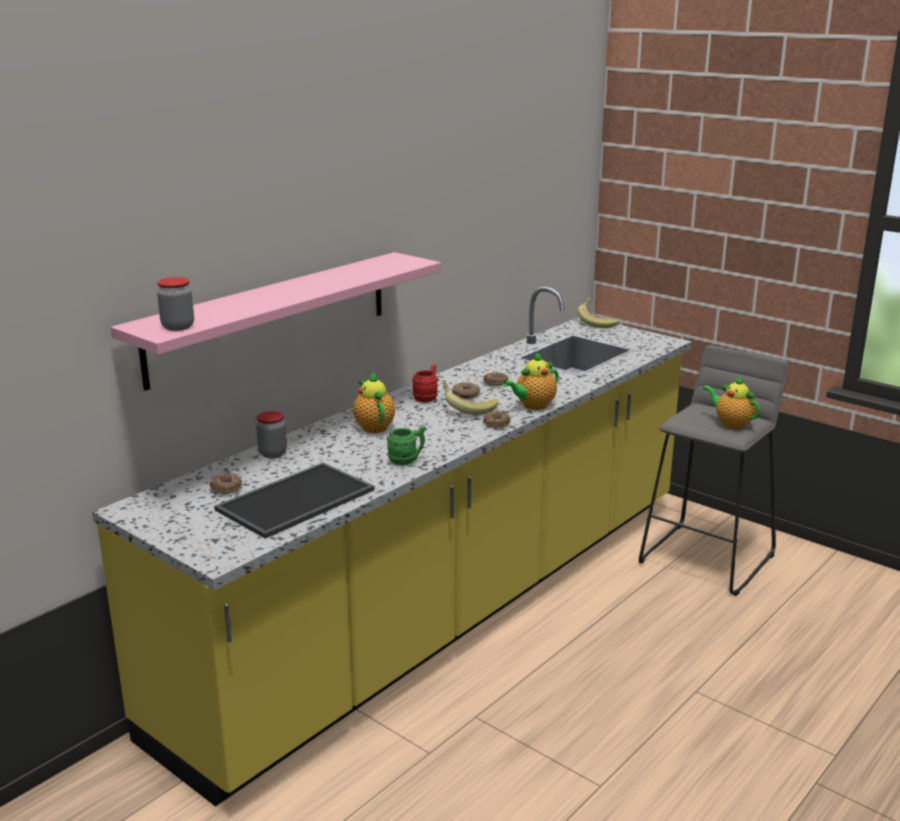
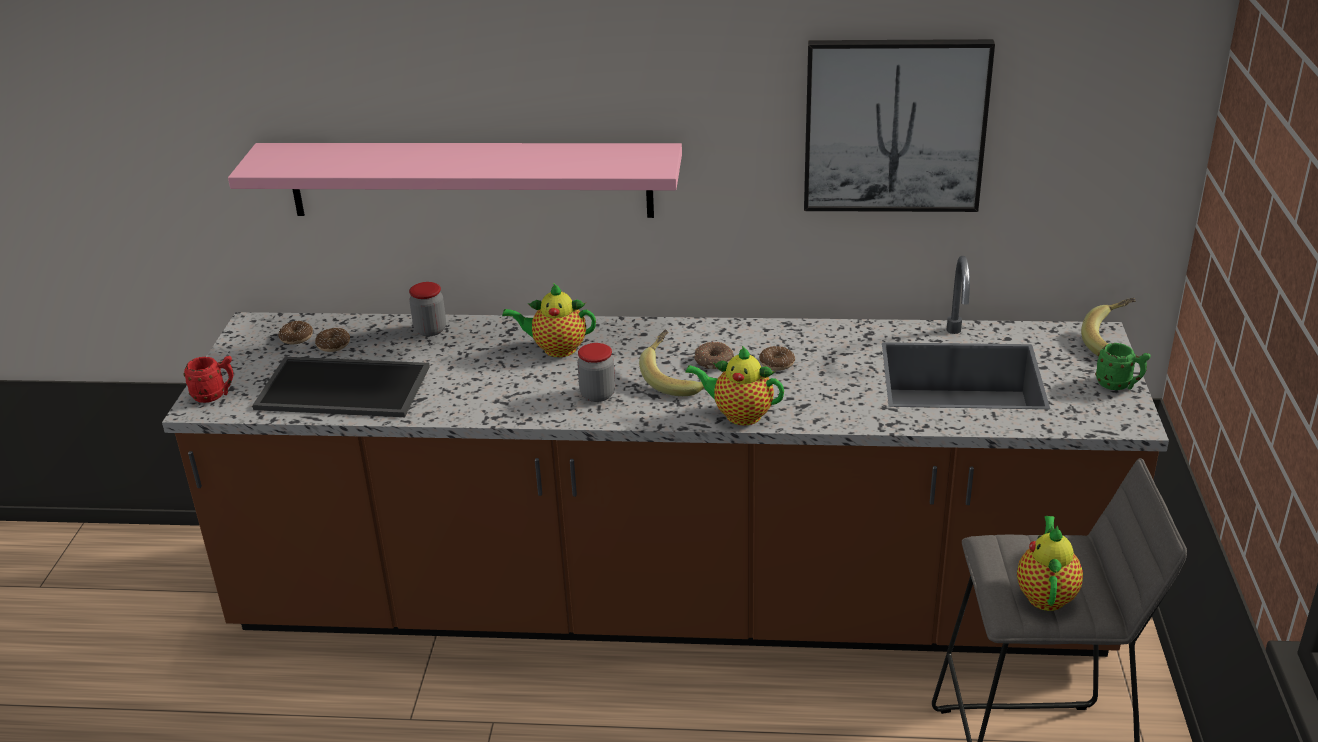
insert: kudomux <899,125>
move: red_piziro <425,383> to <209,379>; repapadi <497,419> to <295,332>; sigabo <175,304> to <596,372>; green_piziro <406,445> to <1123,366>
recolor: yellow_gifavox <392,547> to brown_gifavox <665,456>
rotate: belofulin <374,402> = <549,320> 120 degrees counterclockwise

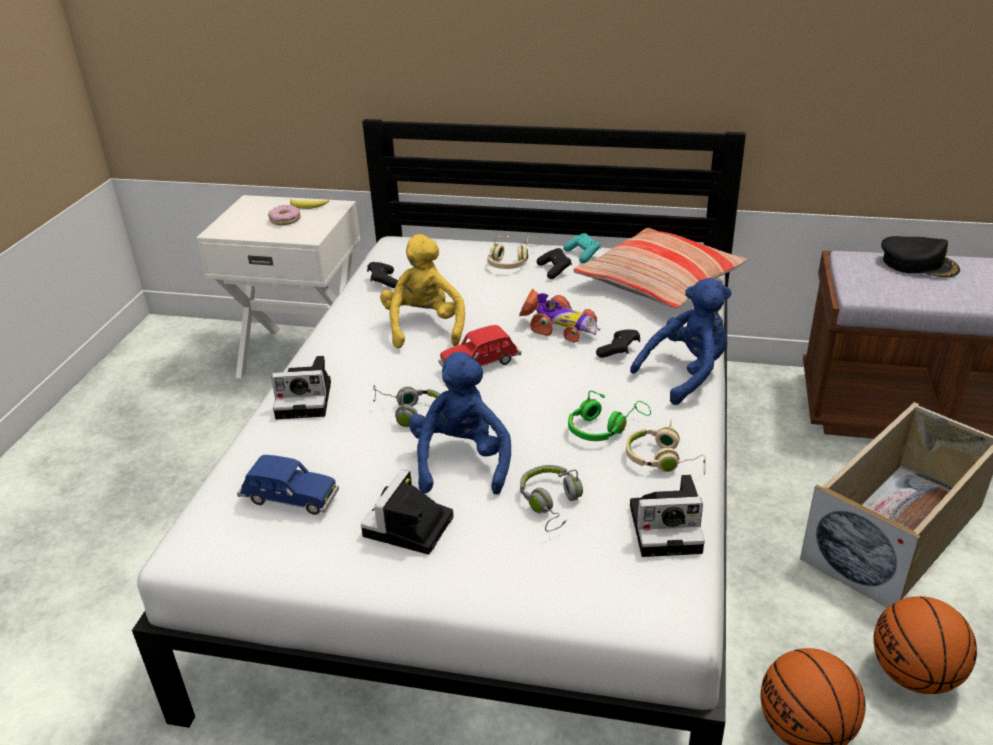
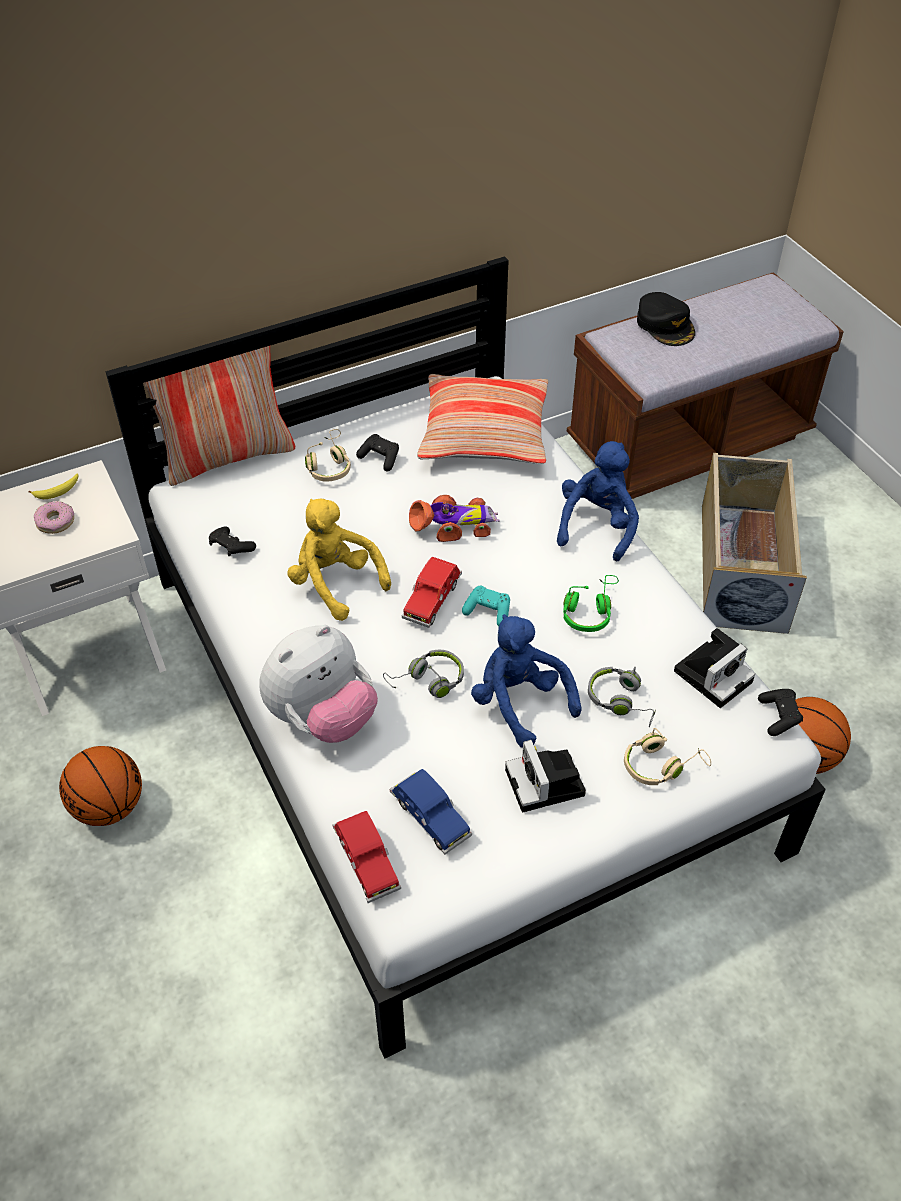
insert: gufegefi <219,416>; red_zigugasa <367,857>
move: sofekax <925,645> to <100,786>; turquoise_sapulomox <582,248> to <486,606>; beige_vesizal <666,447> to <667,756>; black_sapulomox <618,343> to <780,712>
replace: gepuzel <301,388> to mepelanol <318,684>
rotate: blue_zigugasa <288,485> = <431,812> 75 degrees clockwise; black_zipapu <920,256> = <666,319> 75 degrees clockwise

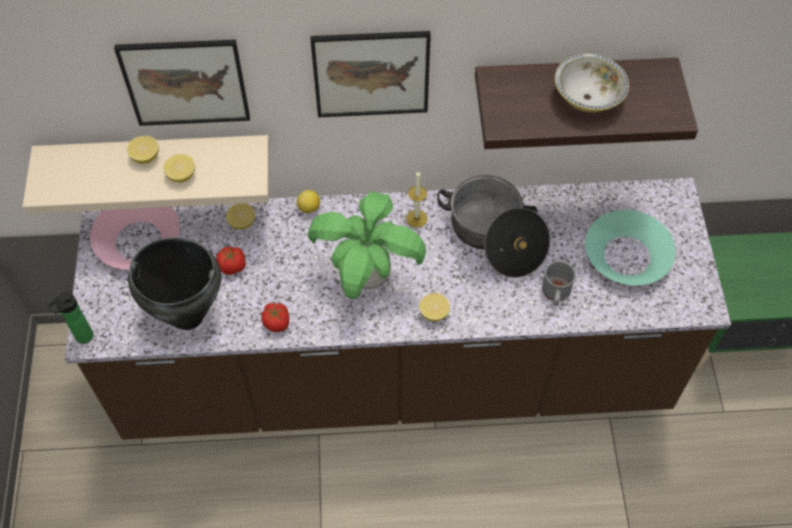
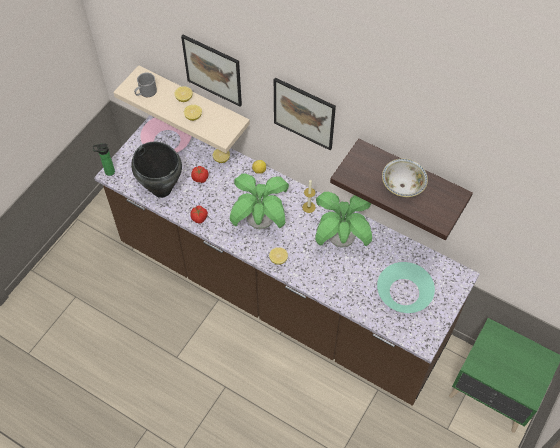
move: grey_piziro <559,283> to <145,85>
replace: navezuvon <493,226> to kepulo <343,219>

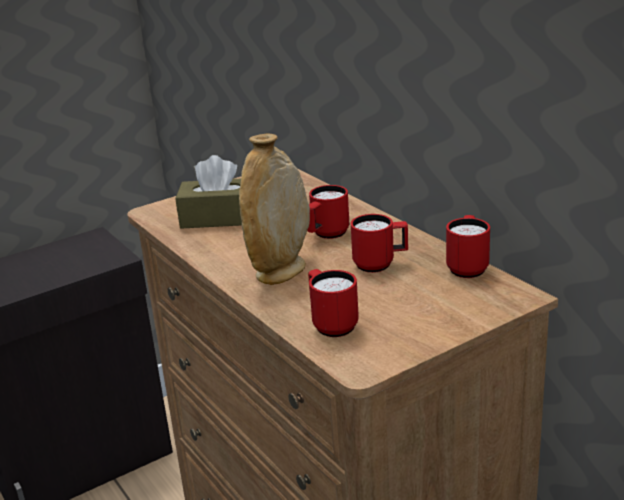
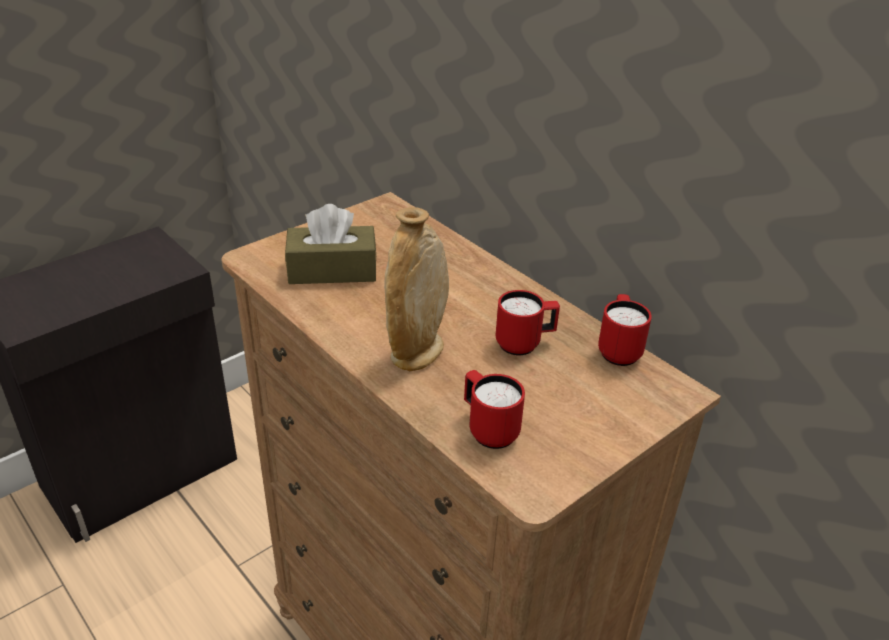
delete: red_piziro <328,212>

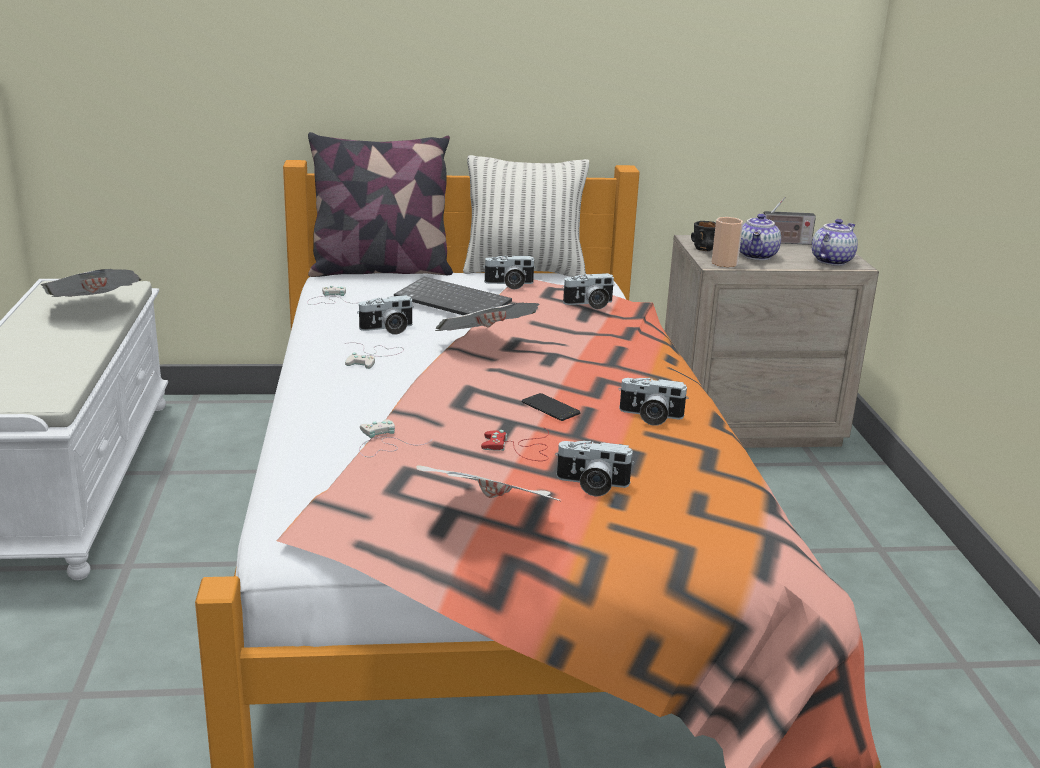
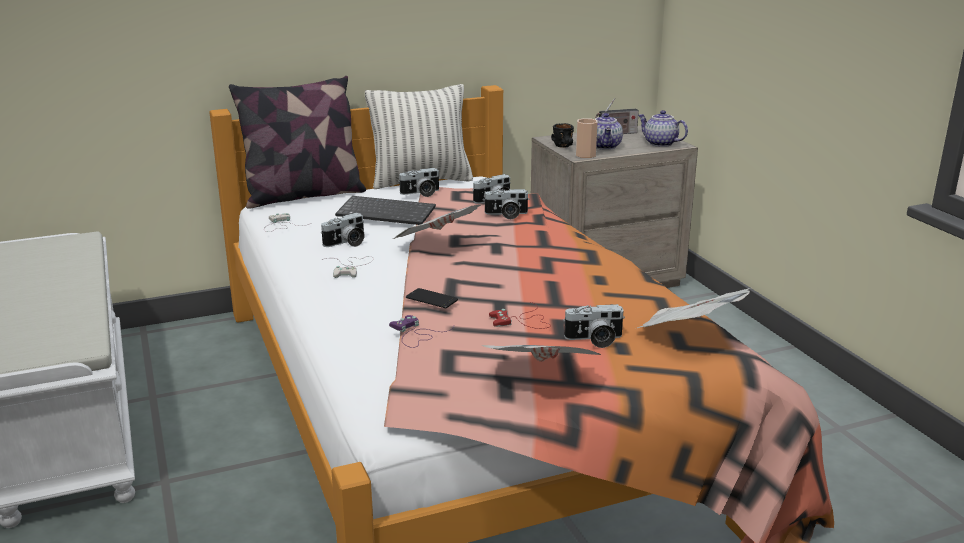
move: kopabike <550,407> to <432,298>; gepuzel <654,402> to <506,204>; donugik <91,283> to <693,308>
recolor: white_sapulomox <395,438> to purple_sapulomox <421,331>
rotate: belofulin <835,242> = <663,128> 75 degrees counterclockwise

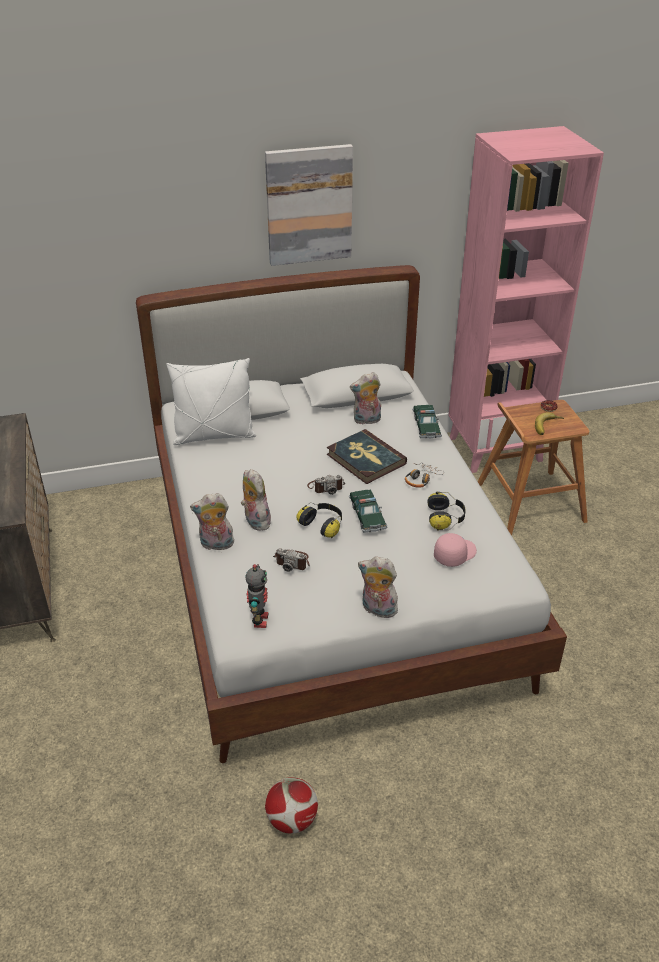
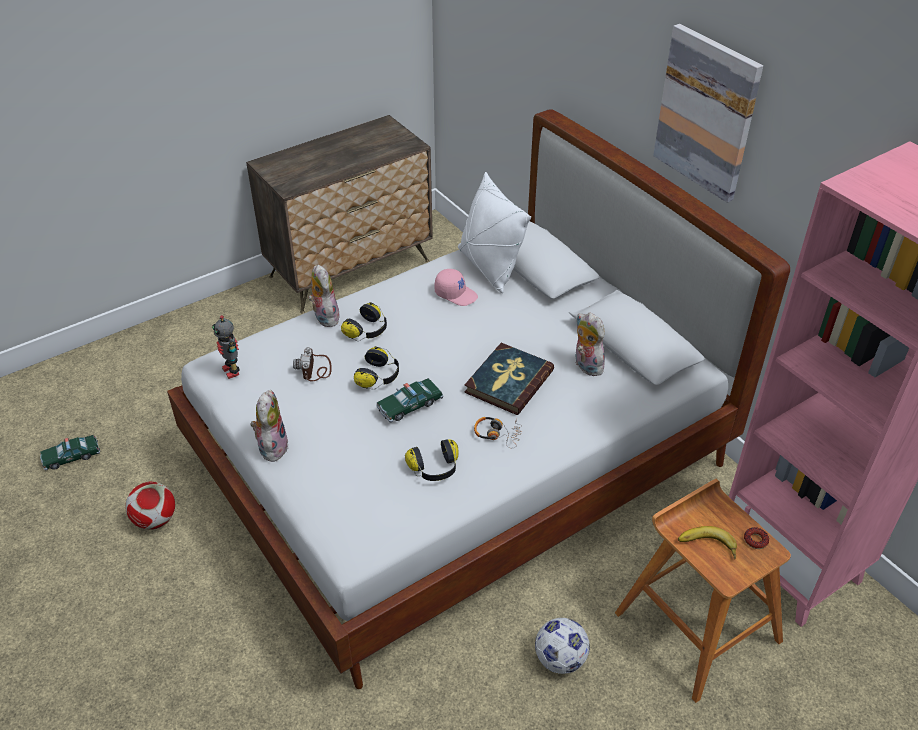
delete: gepuzel <326,485>
insert: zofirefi <562,646>
move: zigugasa <427,421> to <70,453>; pink_zipapu <455,550> to <456,287>
replace: mepelanol <256,500> to vesizal <364,321>
rotate: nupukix <257,596> = <225,347> 75 degrees clockwise

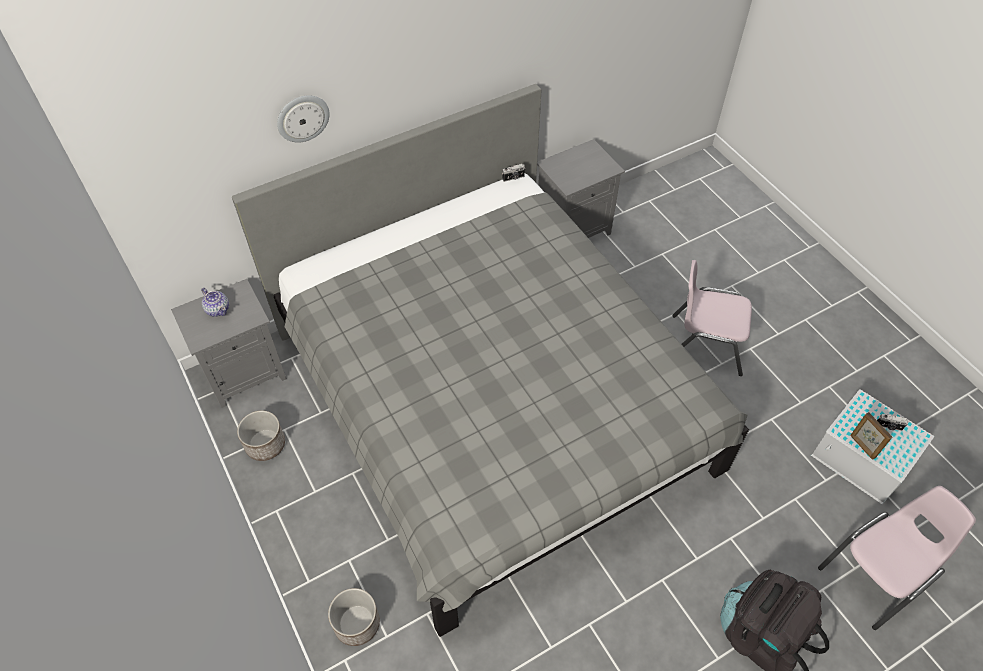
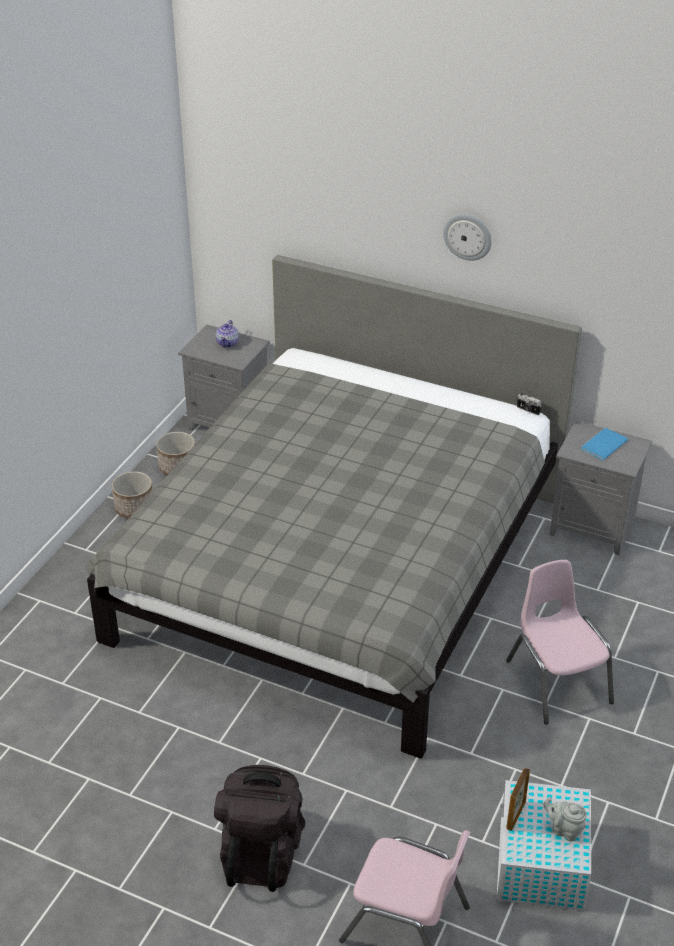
insert: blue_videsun <604,444>
move: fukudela <354,617> to <132,495>; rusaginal <303,119> to <467,237>
replace: gepuzel <893,422> to grey_belofulin <565,819>

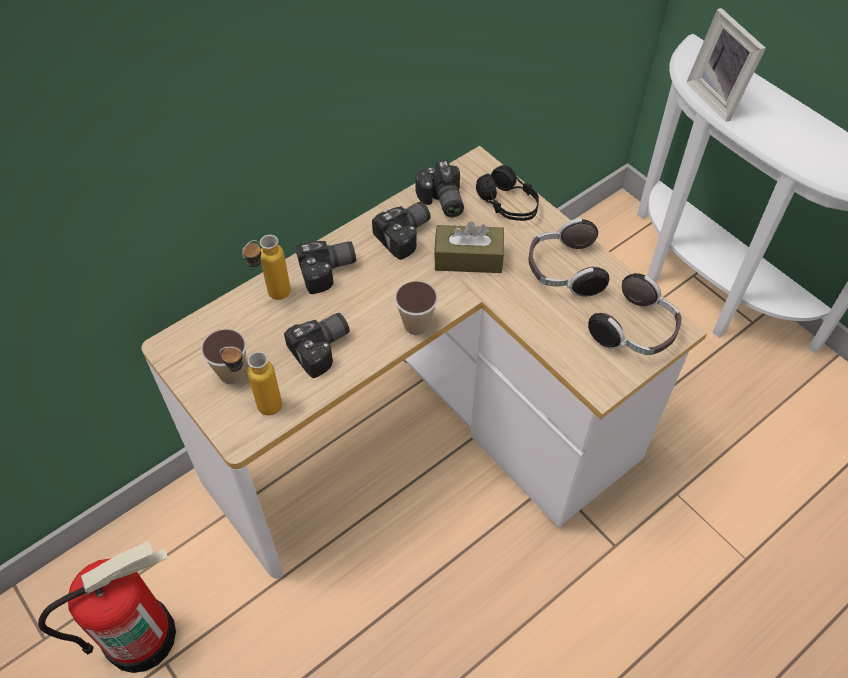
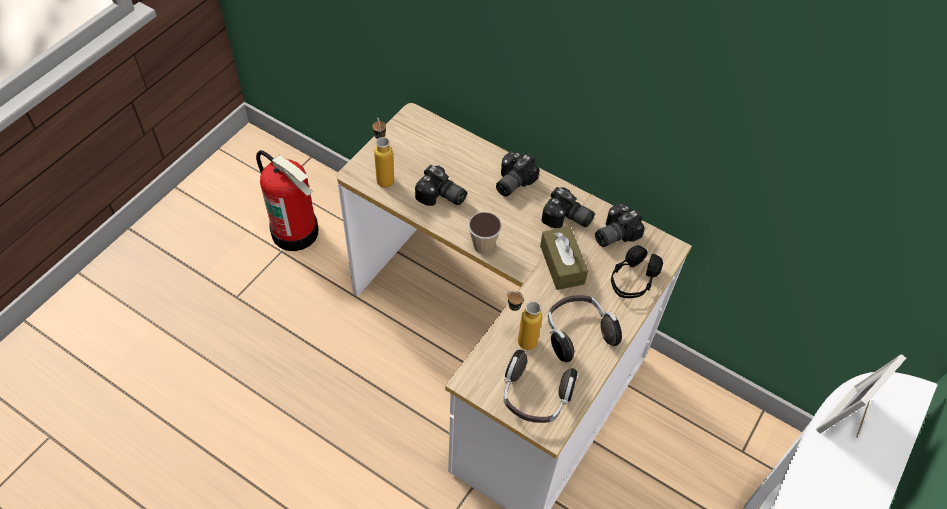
delete: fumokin <224,356>
move: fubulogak <266,267> to <524,320>
rotate: gepuzel <325,267> = <518,174> 75 degrees clockwise

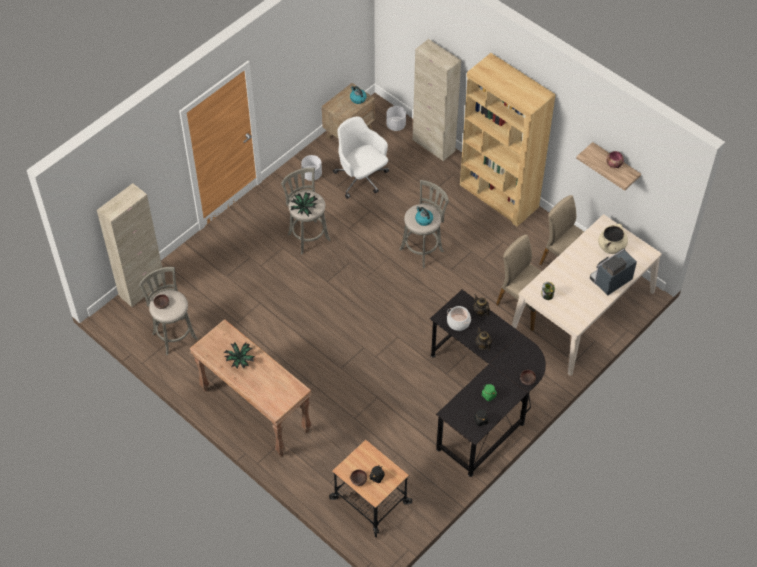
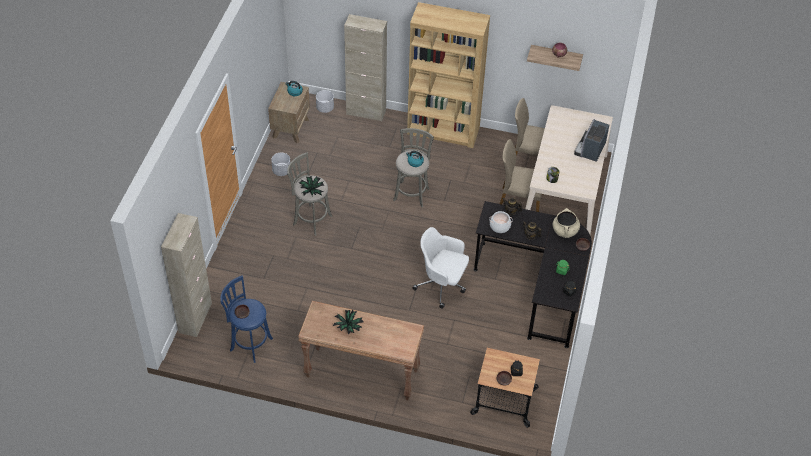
move: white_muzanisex <361,157> to <441,268>; beige_navezuvon <613,239> to <566,223>
recolor: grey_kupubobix <168,311> to blue_kupubobix <246,319>

